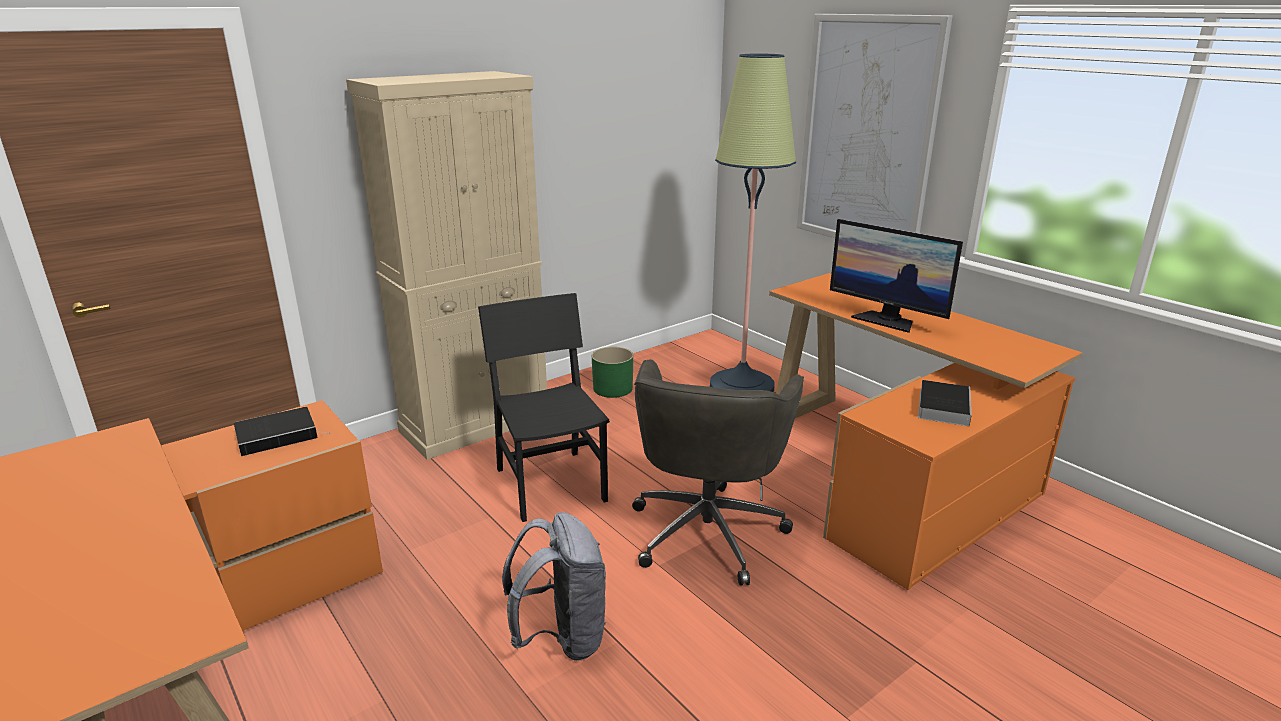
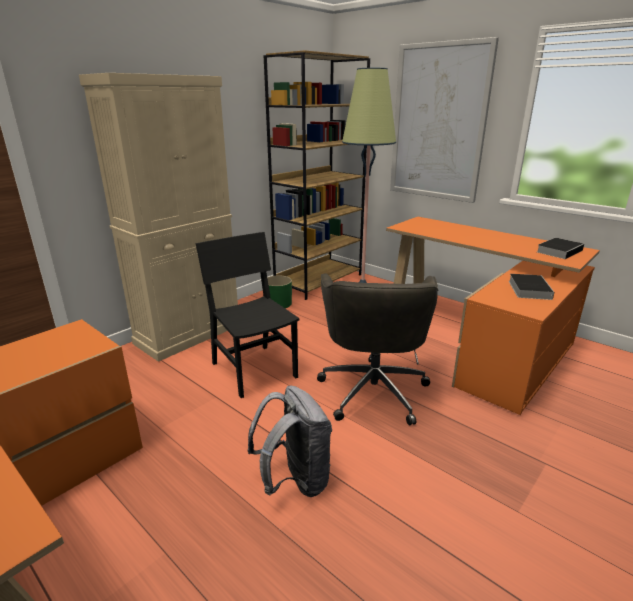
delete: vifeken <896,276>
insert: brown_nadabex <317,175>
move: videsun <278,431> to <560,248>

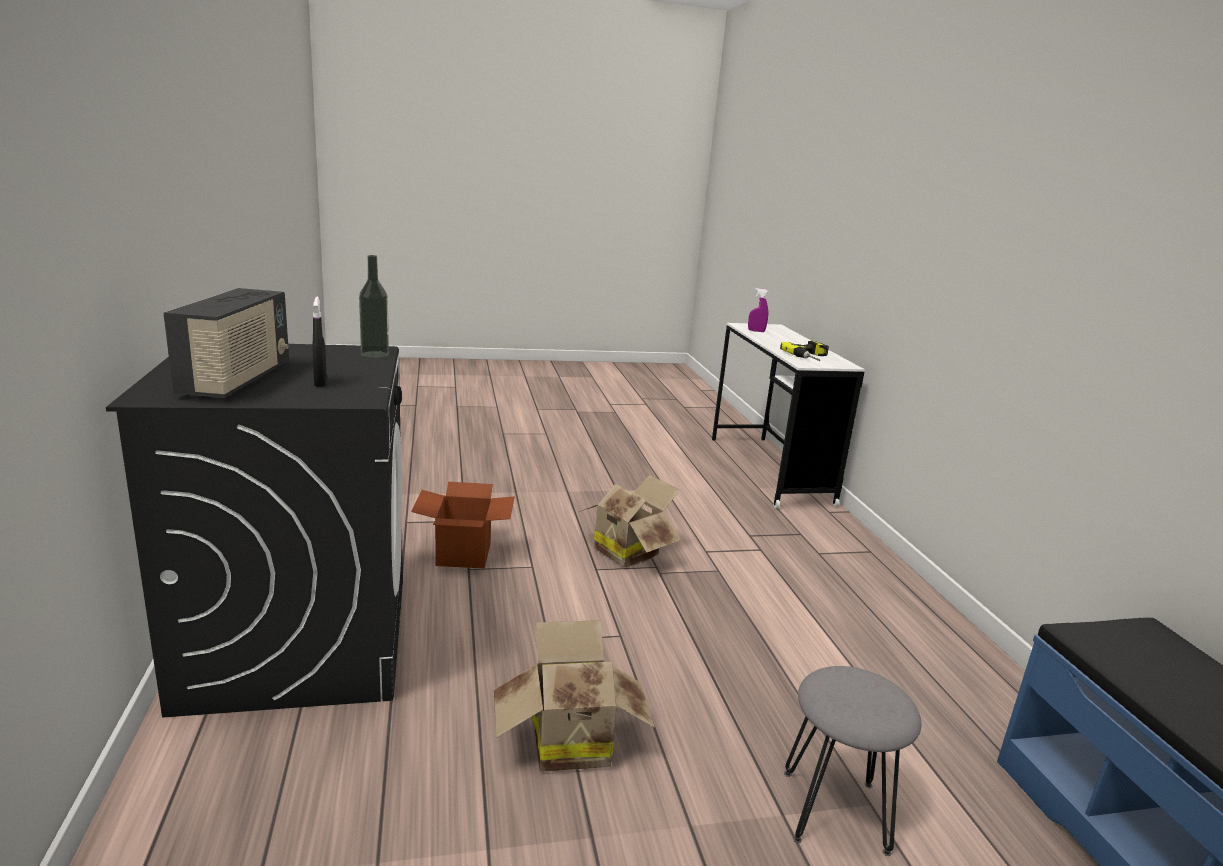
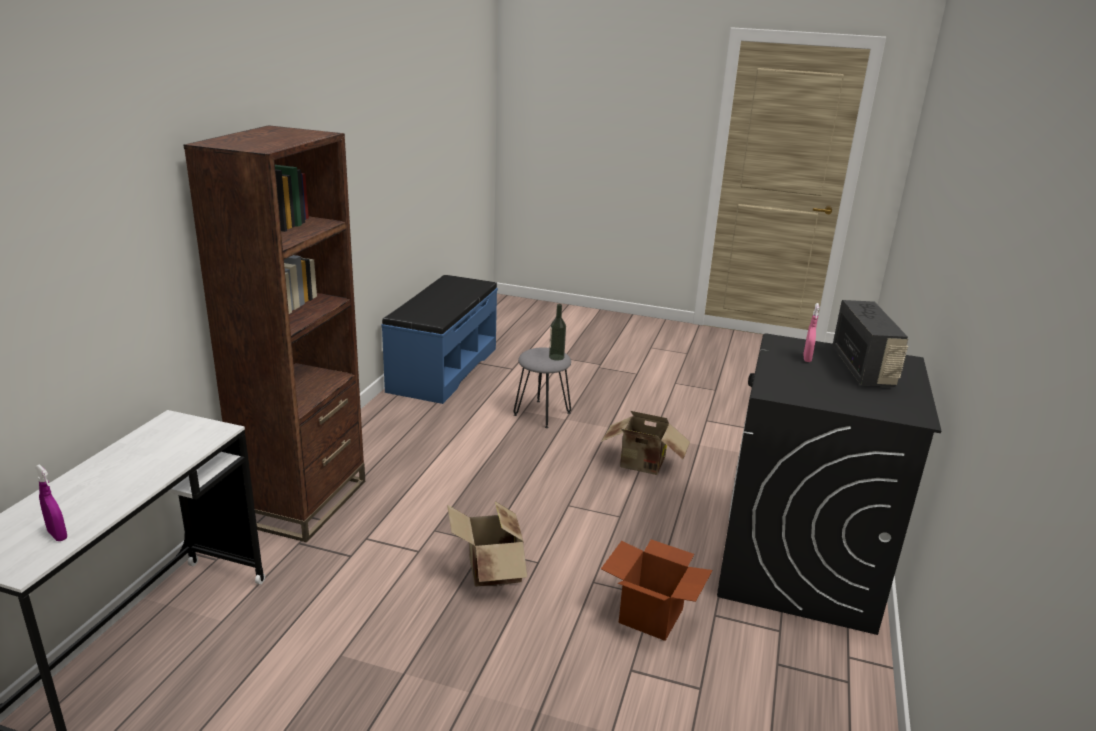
delete: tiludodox <804,351>
insert: brown_nadabex <274,333>
move: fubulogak <374,306> to <557,332>
recolor: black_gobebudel <320,342> to pink_gobebudel <811,332>
rotate: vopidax <226,343> = <870,343> 150 degrees clockwise

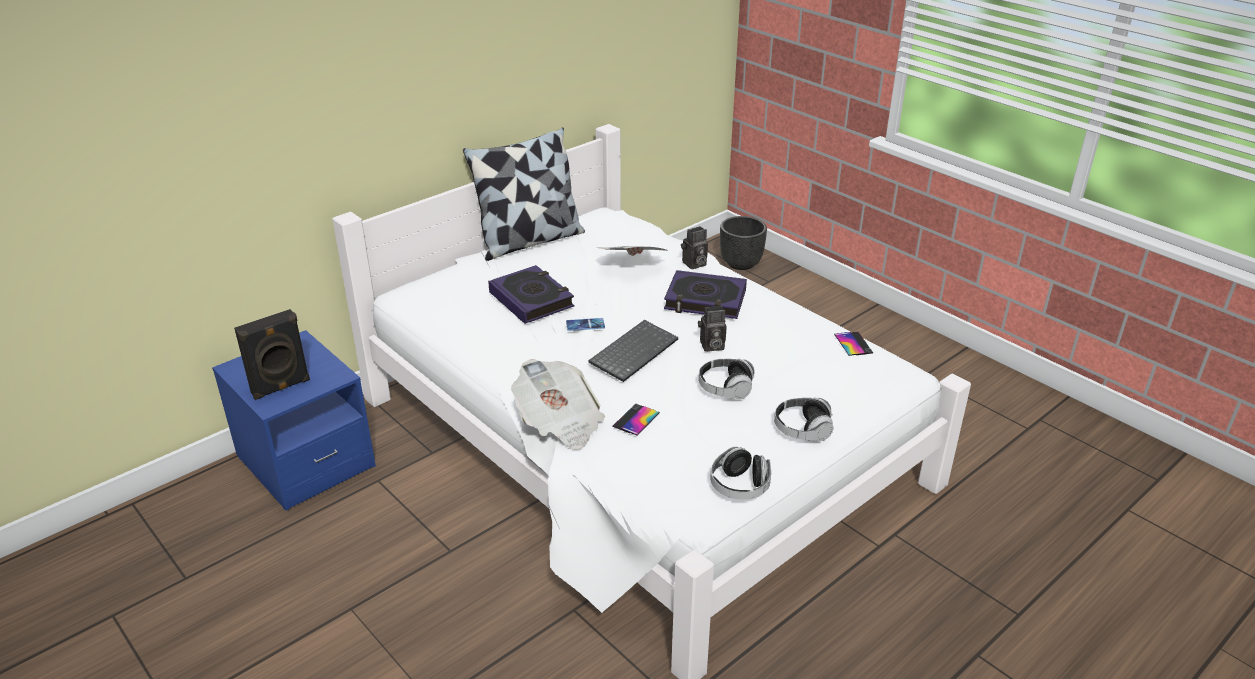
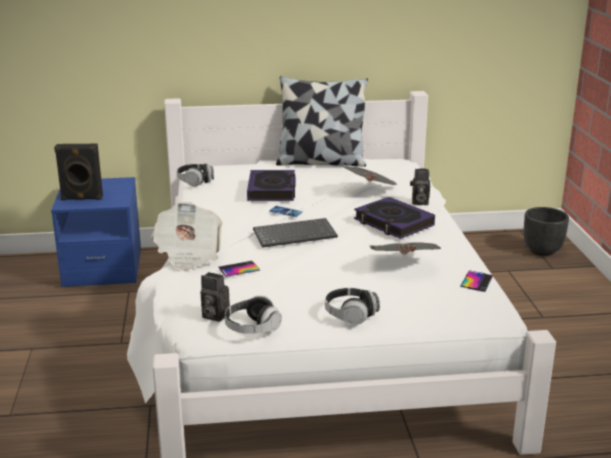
insert: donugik <405,248>
move: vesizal <727,379> to <195,175>; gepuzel <712,329> to <215,297>

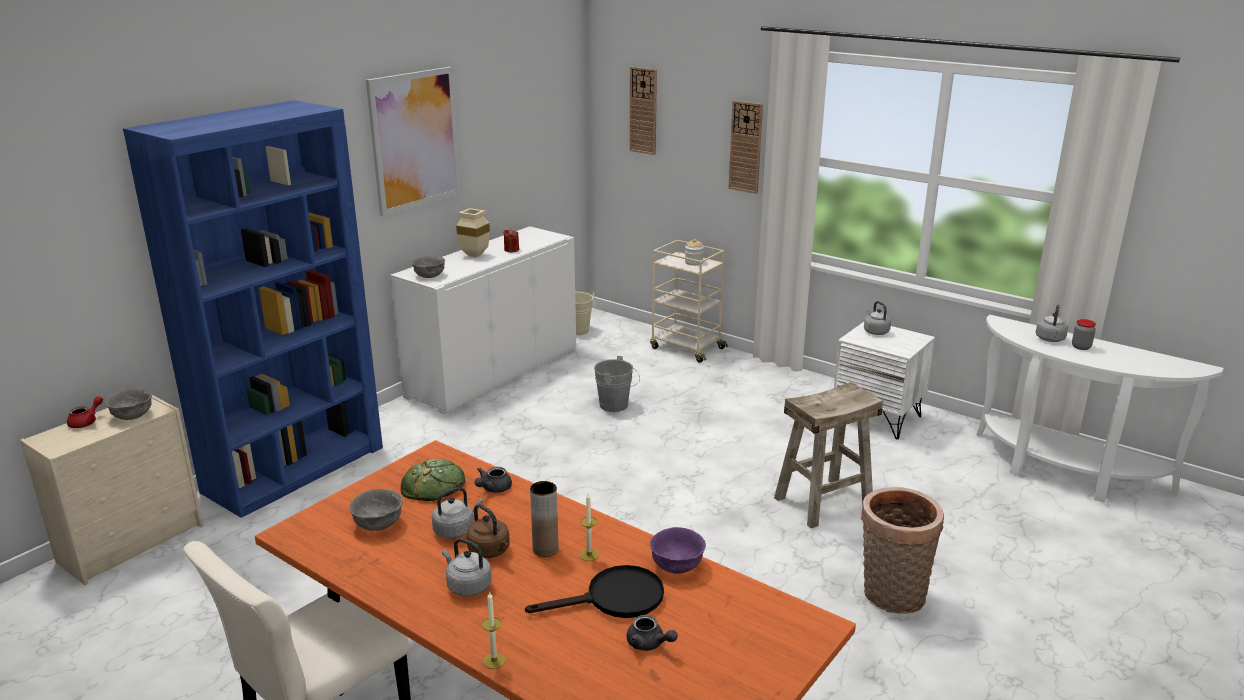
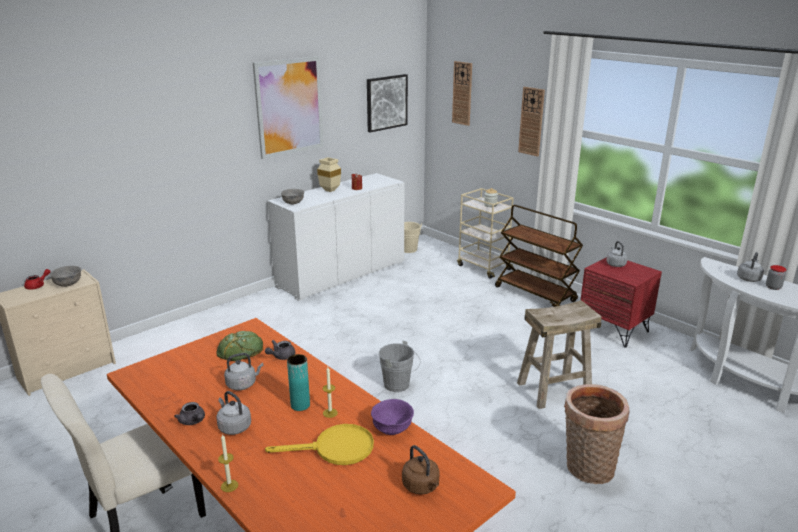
delete: blue_nadabex <253,309>; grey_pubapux <376,510>
insert: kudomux <387,103>; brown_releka <539,256>
move: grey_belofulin <652,633> to <189,413>; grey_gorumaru <617,384> to <399,366>; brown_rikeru <488,531> to <421,470>
recolor: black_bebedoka <594,591> to yellow_bebedoka <319,444>; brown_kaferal <544,519> to turquoise_kaferal <298,382>; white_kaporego <884,380> to red_kaporego <621,302>

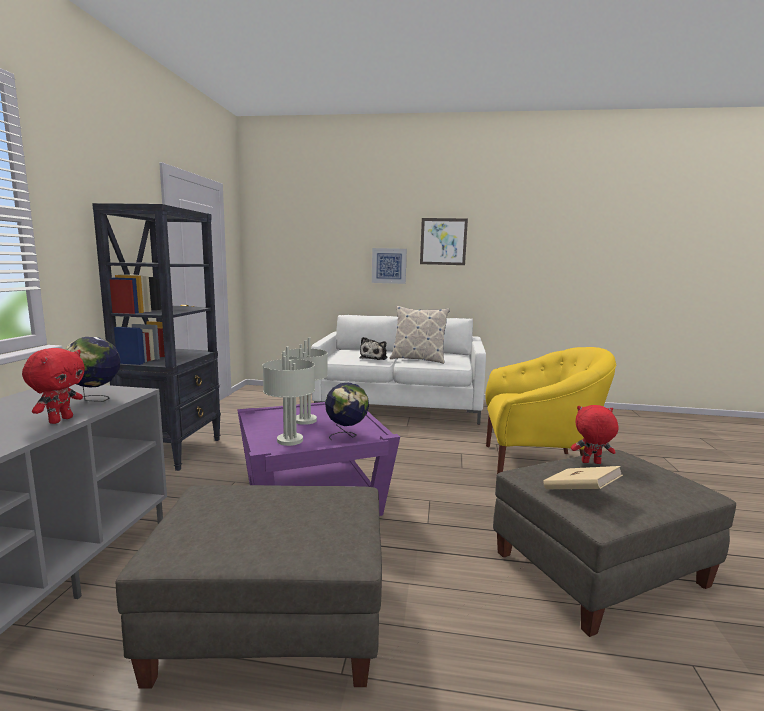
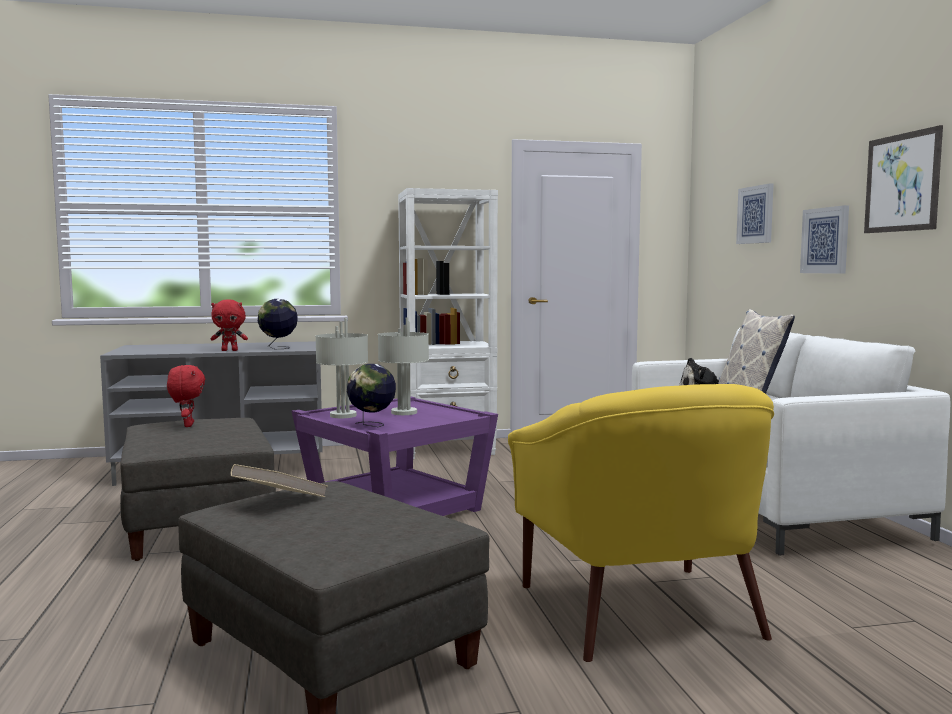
insert: kudomux <755,213>
move: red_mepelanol <594,434> to <186,396>
recolor: black_nadabex <156,337> to white_nadabex <448,323>

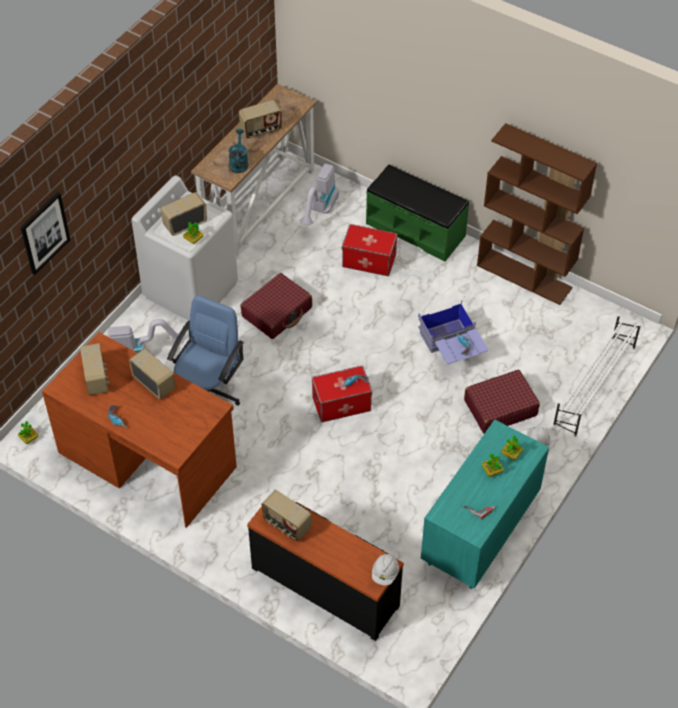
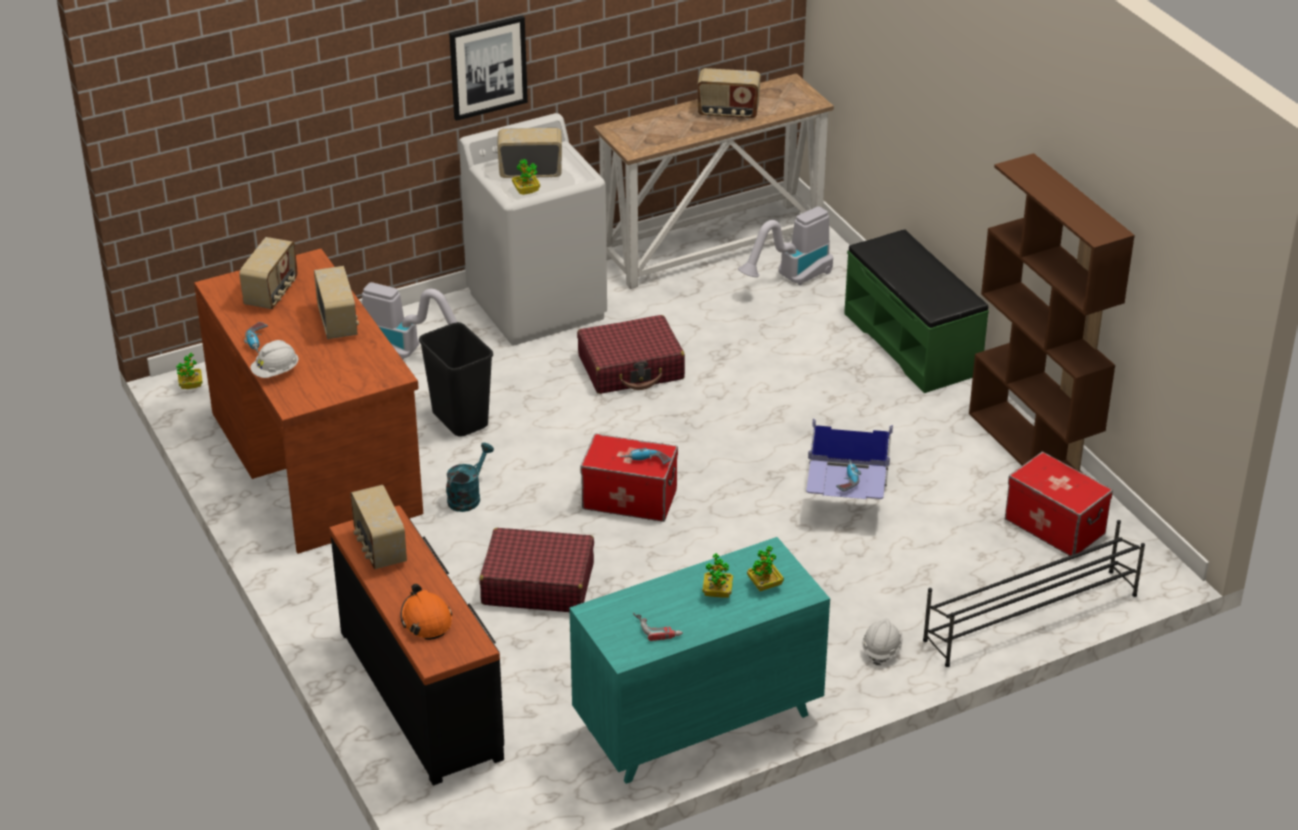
insert: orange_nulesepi <426,611>
move: white_nulesepi <385,569> to <274,359>; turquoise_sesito <238,151> to <470,477>; kudomux <45,233> to <488,68>; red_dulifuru <502,402> to <537,570>; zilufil <369,250> to <1059,504>
replace: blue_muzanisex <205,350> to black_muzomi <456,379>
recolor: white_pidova <597,375> to black_pidova <1034,593>

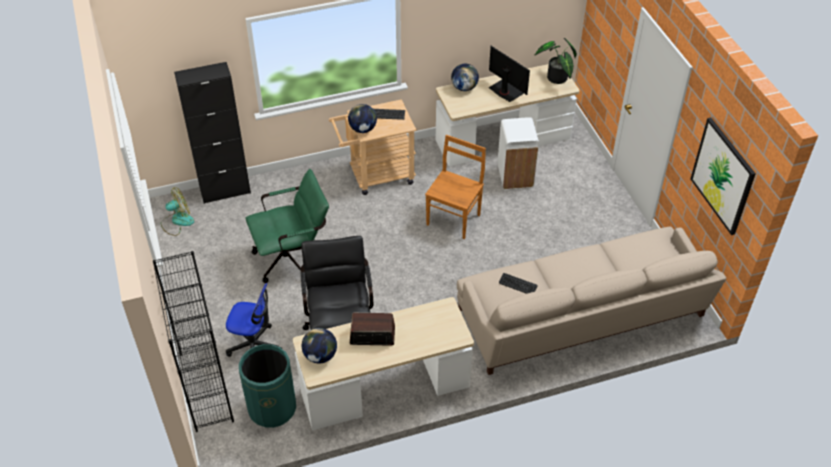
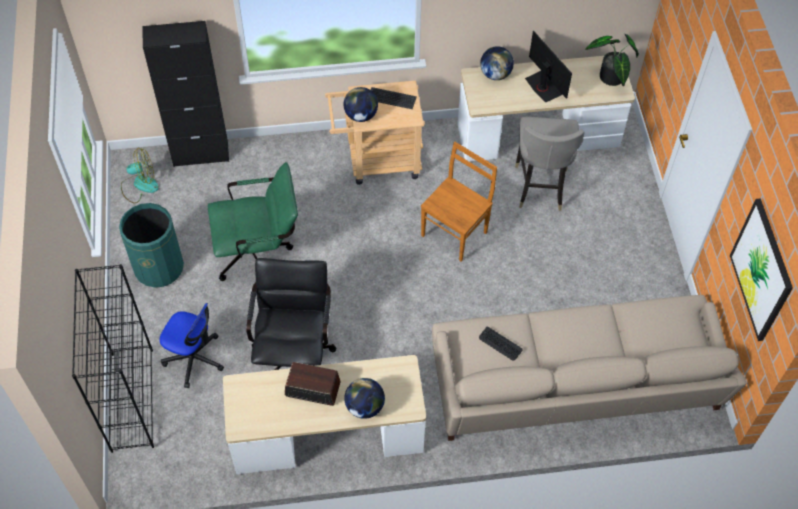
move: green_muzomi <267,386> to <151,245>; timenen <319,345> to <364,398>
replace: white_muzomi <518,153> to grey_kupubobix <550,164>

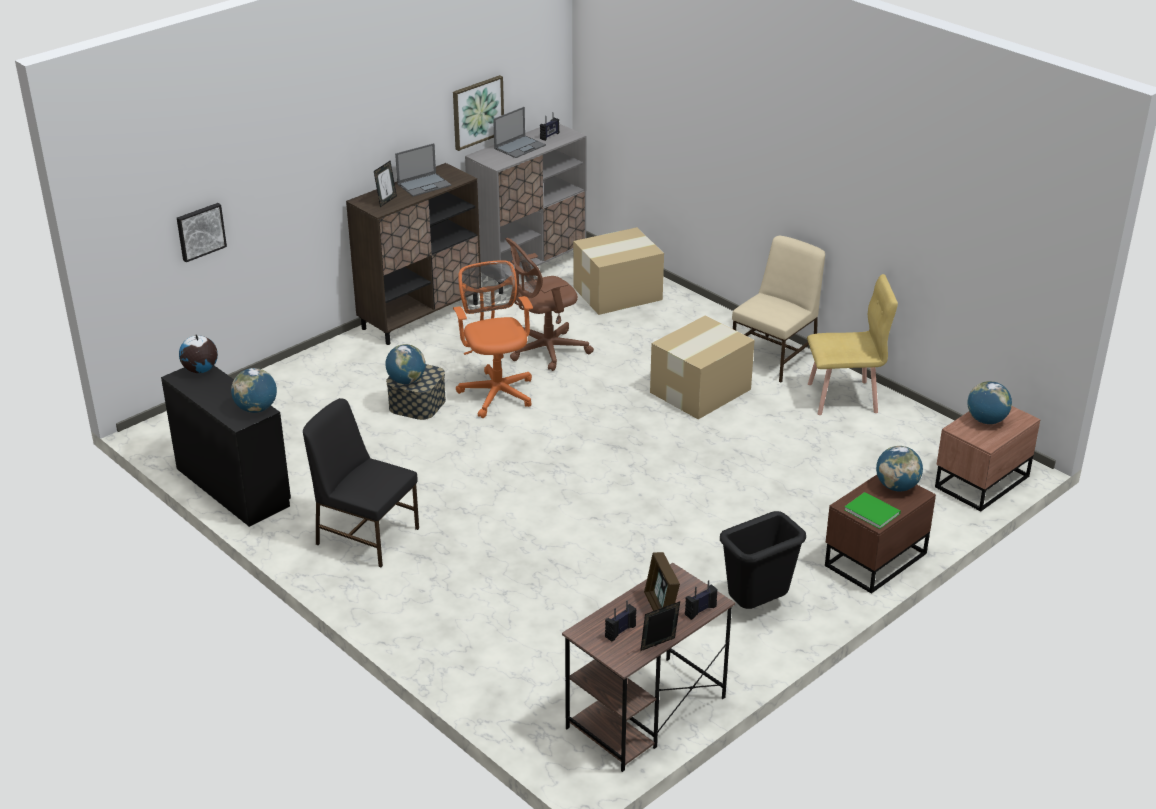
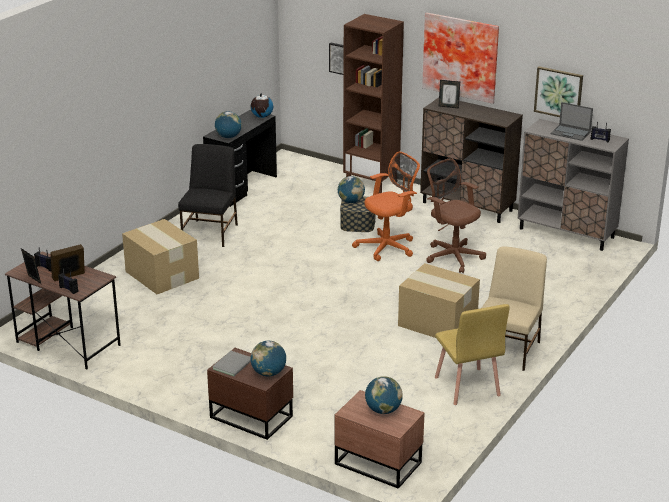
delete: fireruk <423,169>; black_muzomi <763,560>
insert: brown_nadabex <373,103>; kudomux <460,58>
move: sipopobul <618,271> to <160,256>
recolor: green_videsun <873,510> to grey_videsun <231,363>
rotate: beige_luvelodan <778,309> = <514,308> 90 degrees counterclockwise

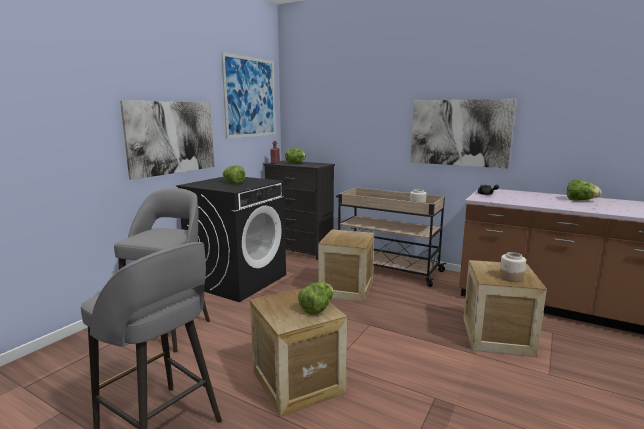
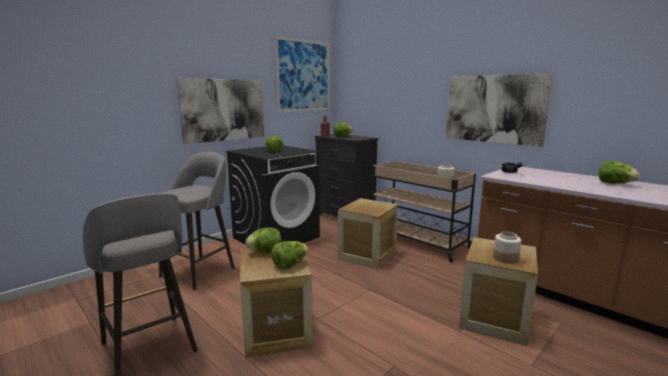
insert: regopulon <263,240>

